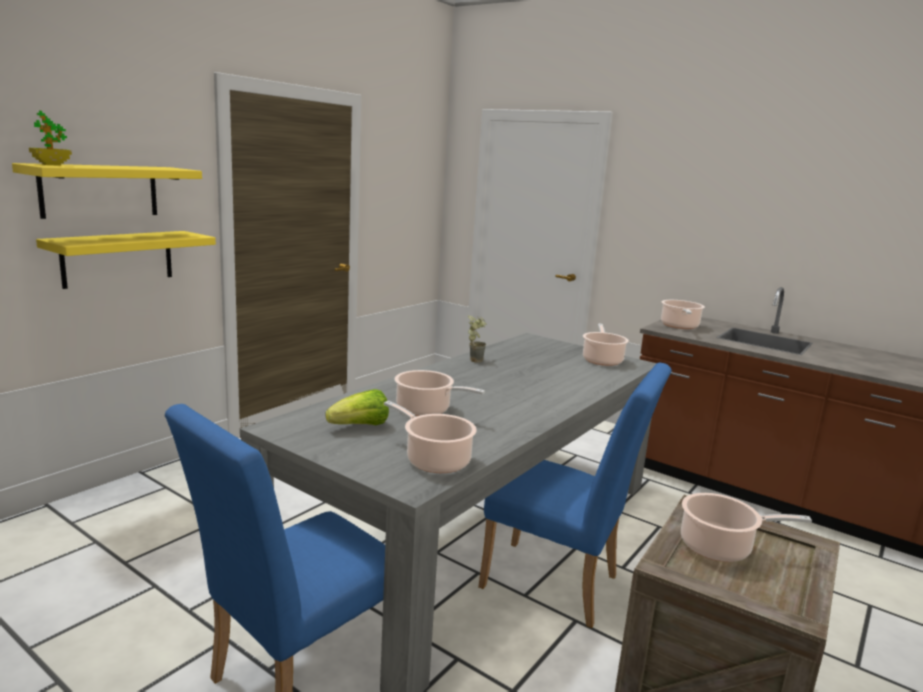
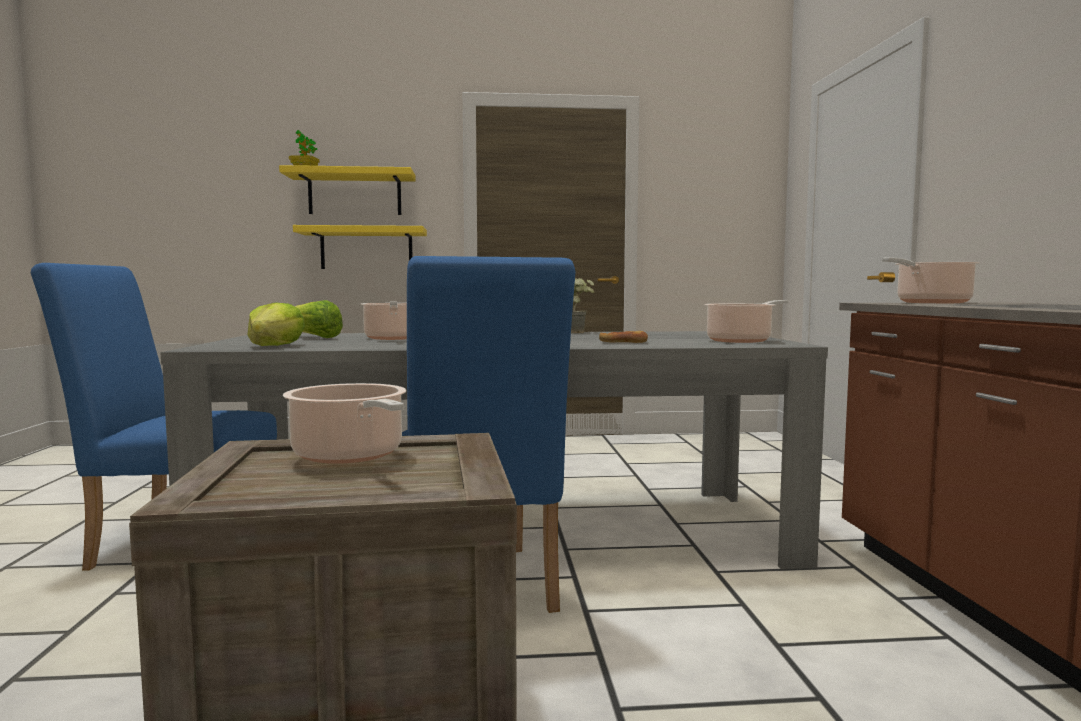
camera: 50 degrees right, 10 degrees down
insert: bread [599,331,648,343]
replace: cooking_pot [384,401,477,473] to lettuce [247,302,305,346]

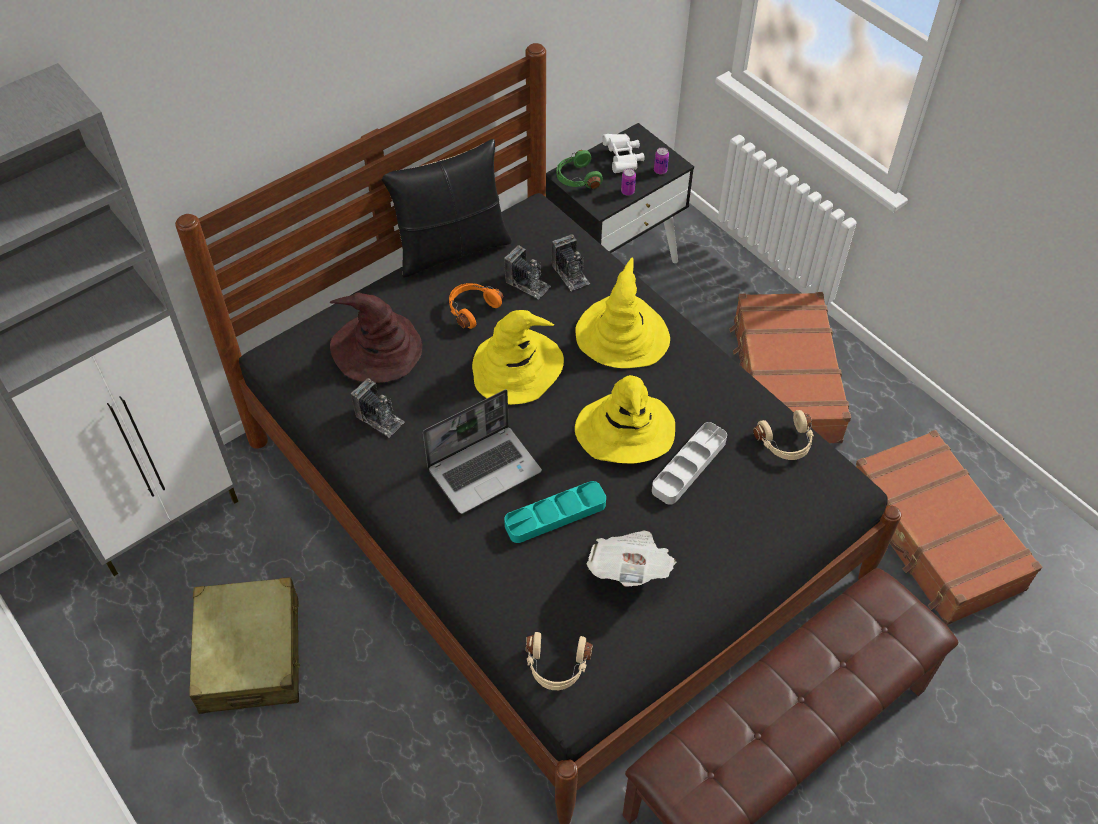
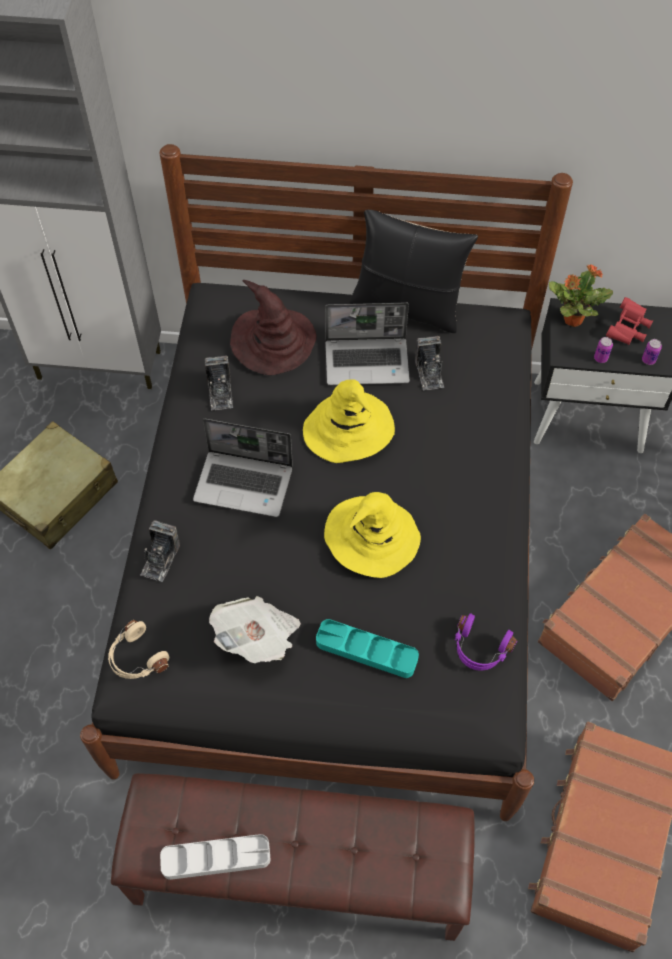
camera: 45 degrees right, 5 degrees up
delete: yellow_hat [576,258,670,368]
move: turquoise_tray [504,481,606,543] to [316,619,419,678]; photo_camera [552,234,590,291] to [140,520,180,582]; grey_tray [652,422,727,505] to [160,834,270,880]
replace: orange_headphones [449,283,503,329] to laptop [325,302,410,385]; green_headphones [557,150,603,189] to potted_plant [549,265,613,327]
recolor: white_binoculars [602,134,645,173] to red_binoculars [606,297,653,345]; beige_headphones [753,410,814,460] to purple_headphones [455,613,517,671]

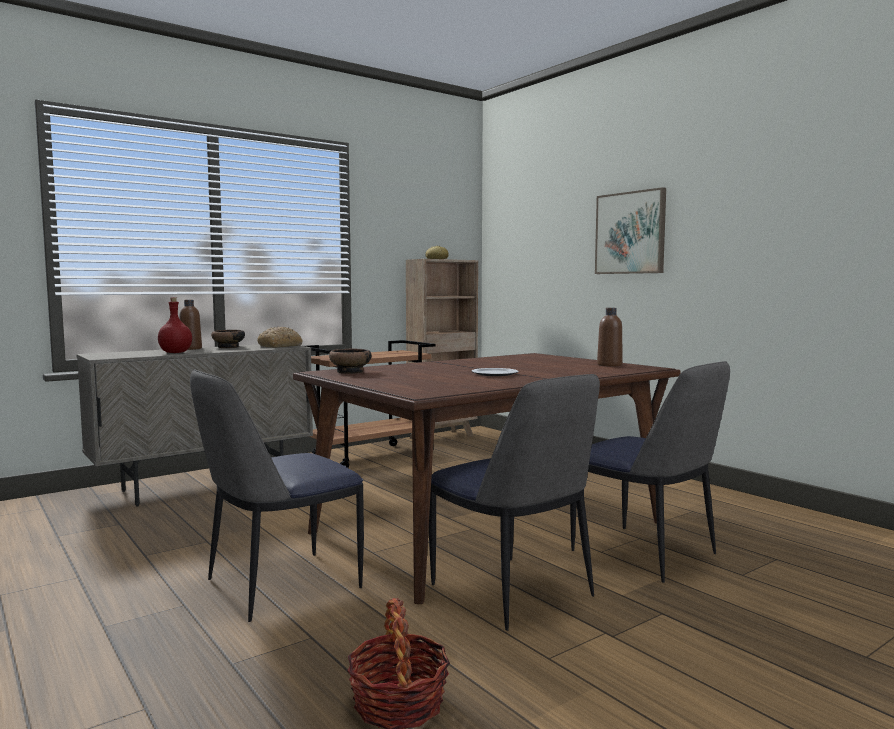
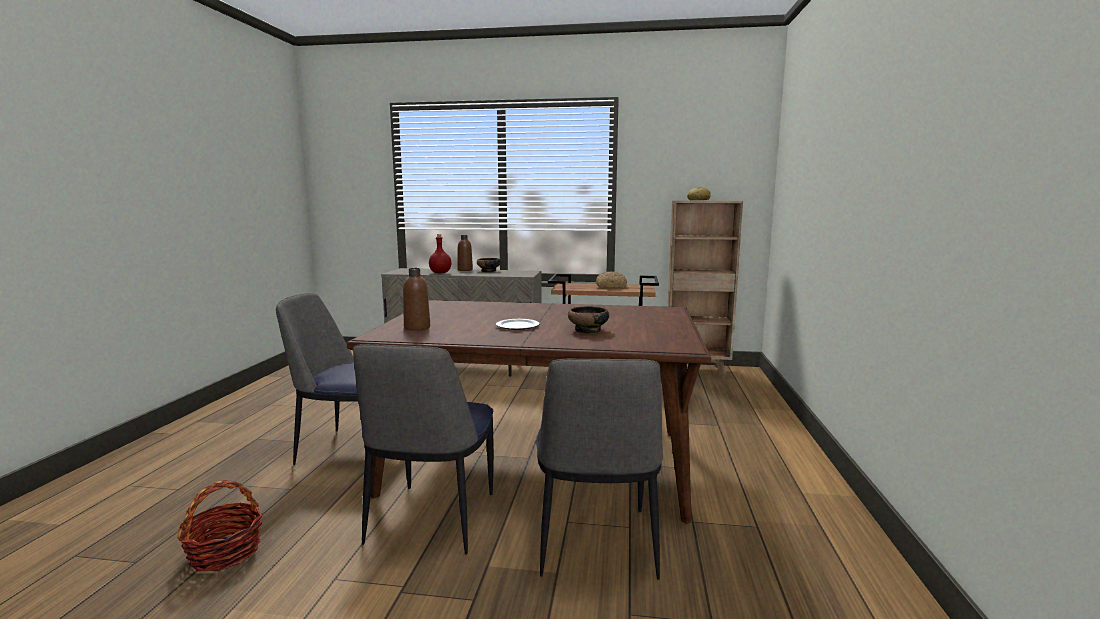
camera: 45 degrees right, 5 degrees up
delete: picture [595,187,666,274]
move: bread [257,327,303,348] to [596,271,627,288]; bowl [329,349,371,374] to [568,306,609,334]; brown_bottle [597,308,623,367] to [403,268,430,331]

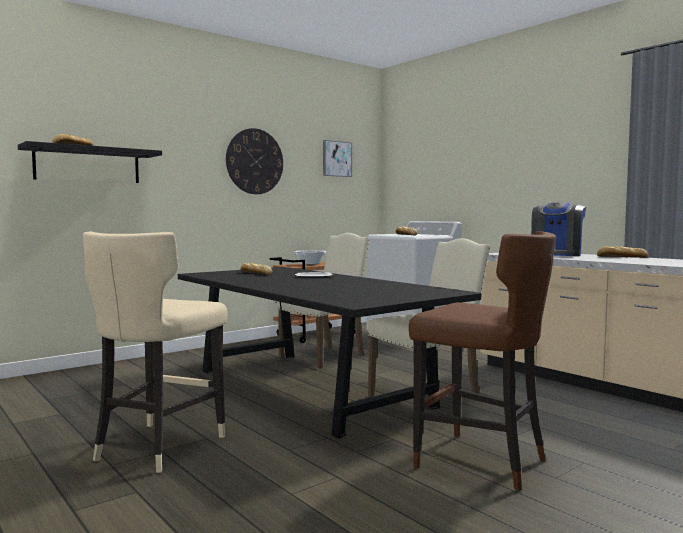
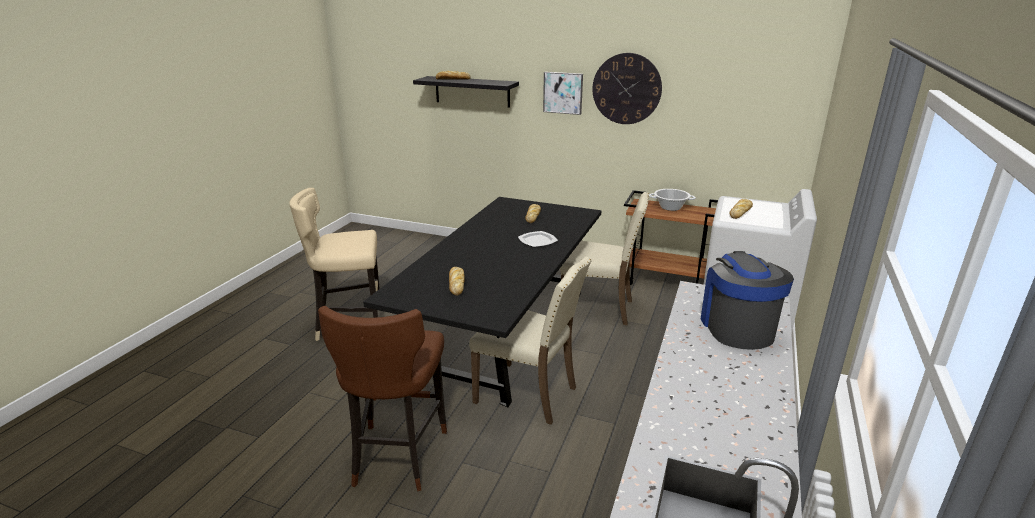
camera: 60 degrees right, 20 degrees up
move: picture [323,140,352,177] to [543,72,583,115]; bread [597,246,648,258] to [449,267,465,295]
rotate: coffee_machine [531,201,586,256] = [701,251,794,350] 90 degrees clockwise

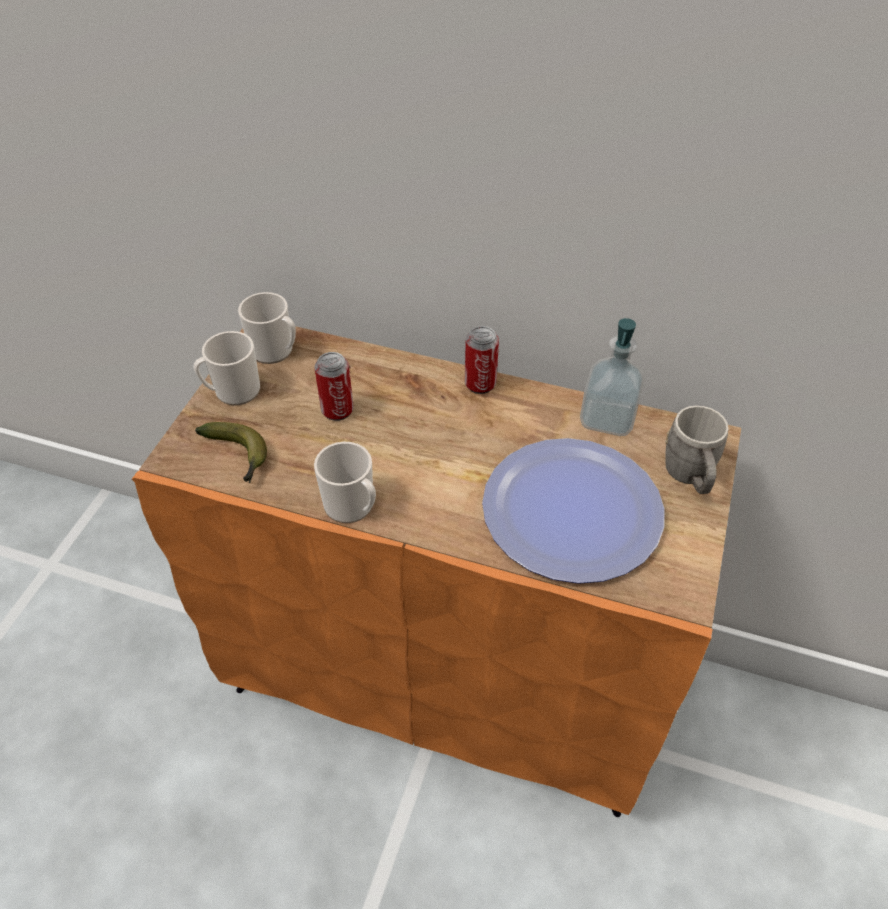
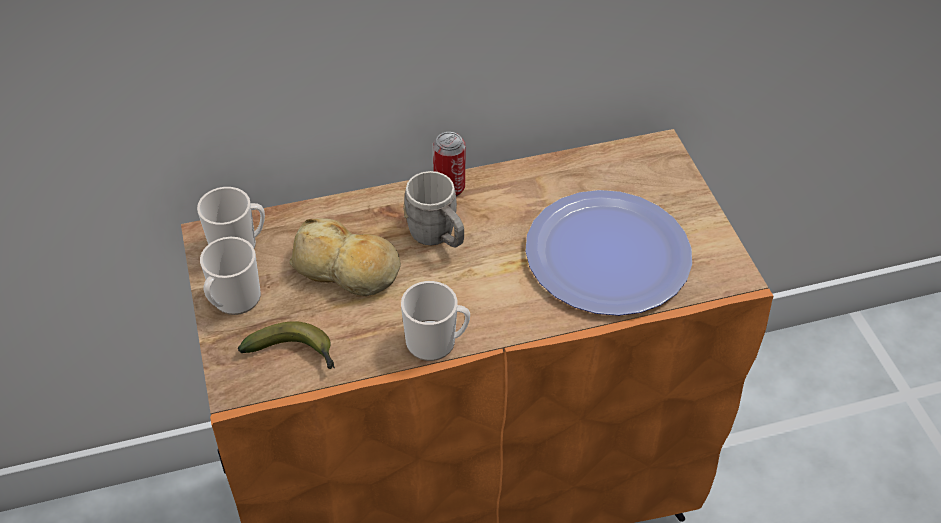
camera: 35 degrees left, 0 degrees up
delete: soap_dispenser [580,318,645,436]
move: grey_mug [665,405,728,494] to [403,171,464,248]
replace: can [315,352,353,421] to bread [289,218,401,296]

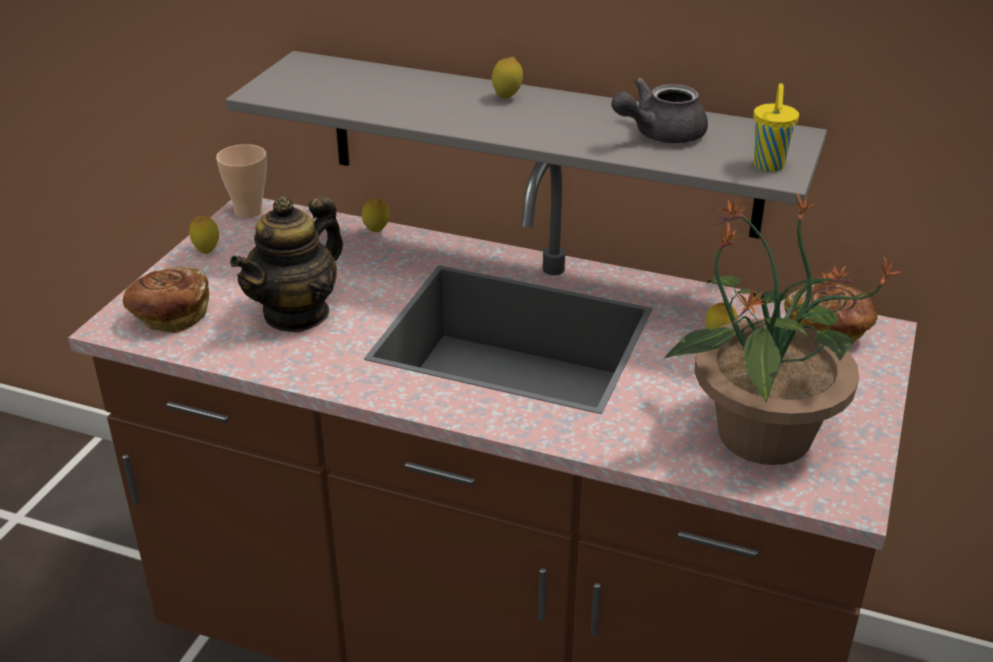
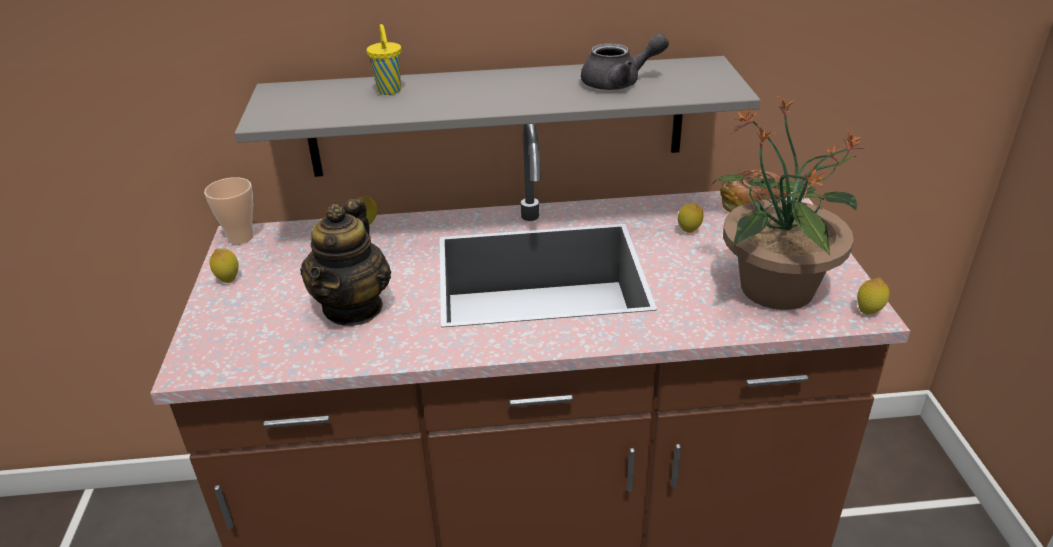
camera: 25 degrees left, 0 degrees up
delete: bread [122,267,209,333]
move: lemon [492,57,523,98] to [857,278,890,314]; yellow_cup [754,83,799,172] to [367,24,401,95]
rotate: grey_teapot [611,78,708,143] = [581,33,669,90] 135 degrees counterclockwise

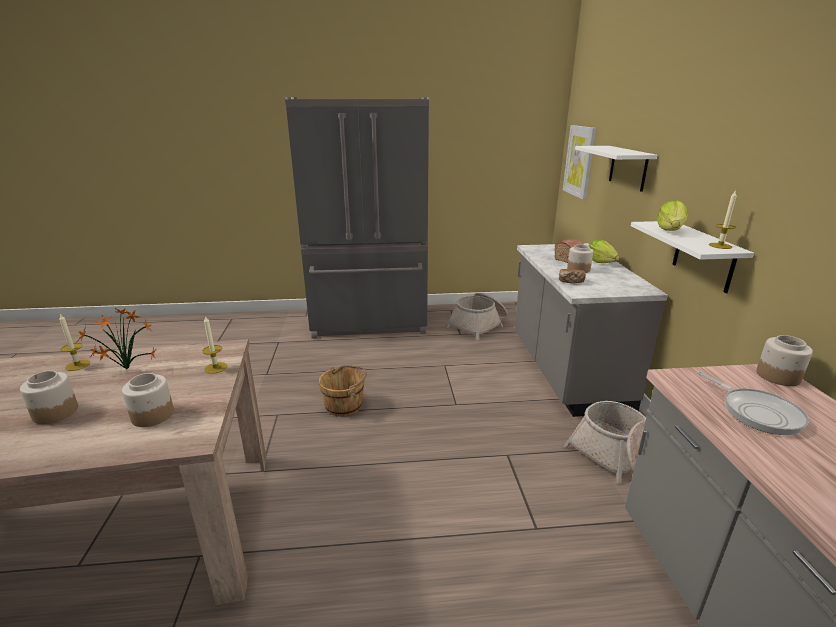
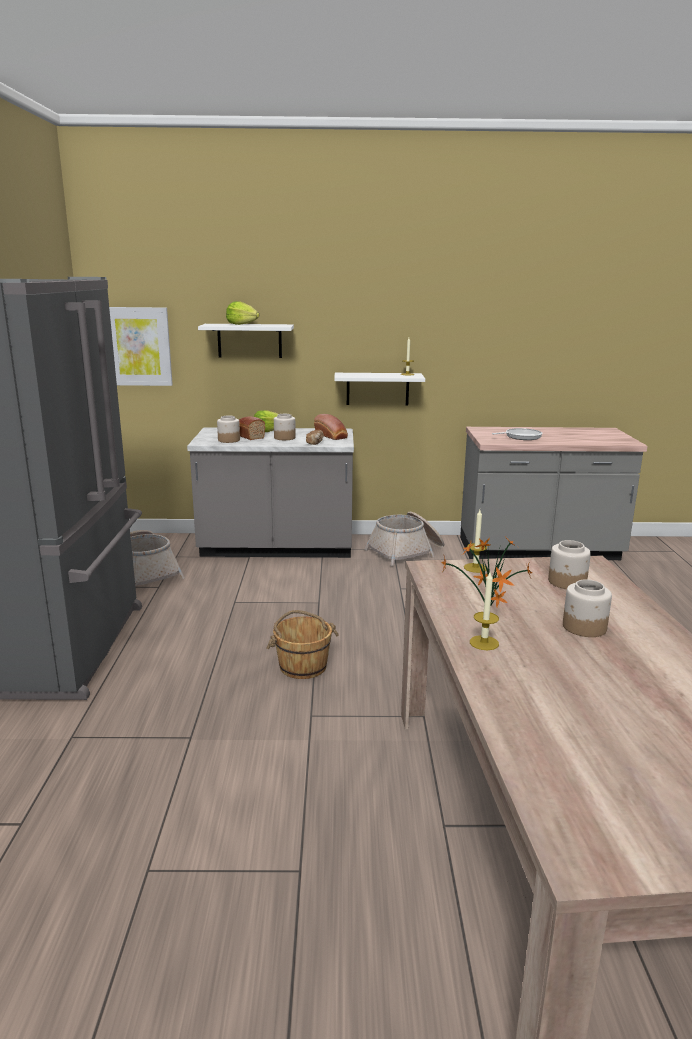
camera: 85 degrees left, 5 degrees down
insert: bread [314,414,348,440]
move: lettuce [656,200,688,231] to [226,301,259,325]; jar [756,335,813,386] to [217,416,240,443]

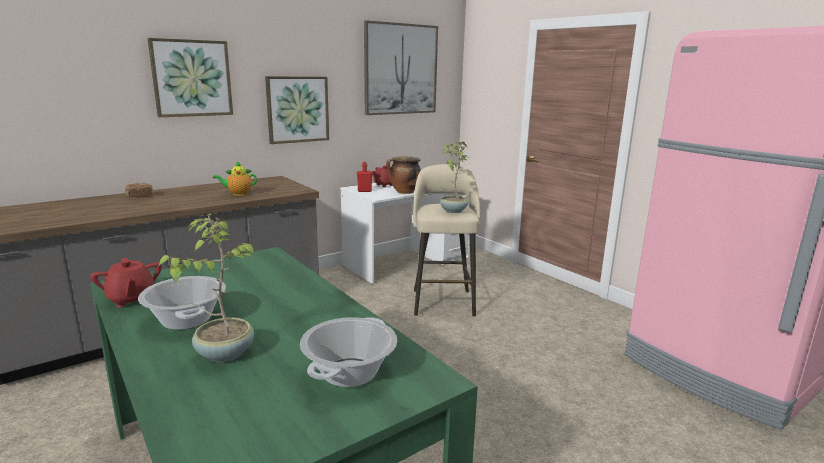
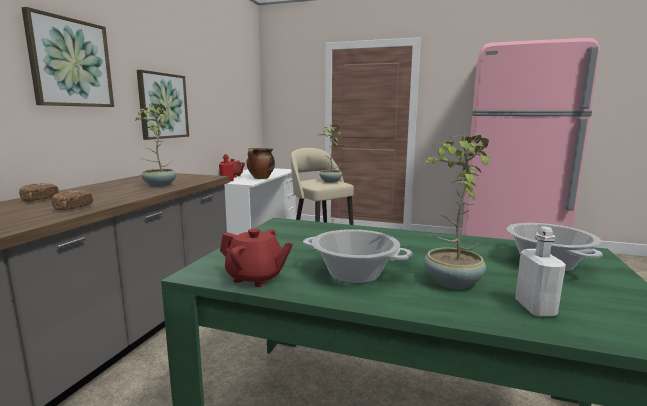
camera: 35 degrees left, 5 degrees down
delete: picture [364,20,438,115]
insert: bread [52,190,93,210]; white_bottle [515,227,566,317]
replace: teapot [213,161,257,196] to potted_plant [135,104,176,187]

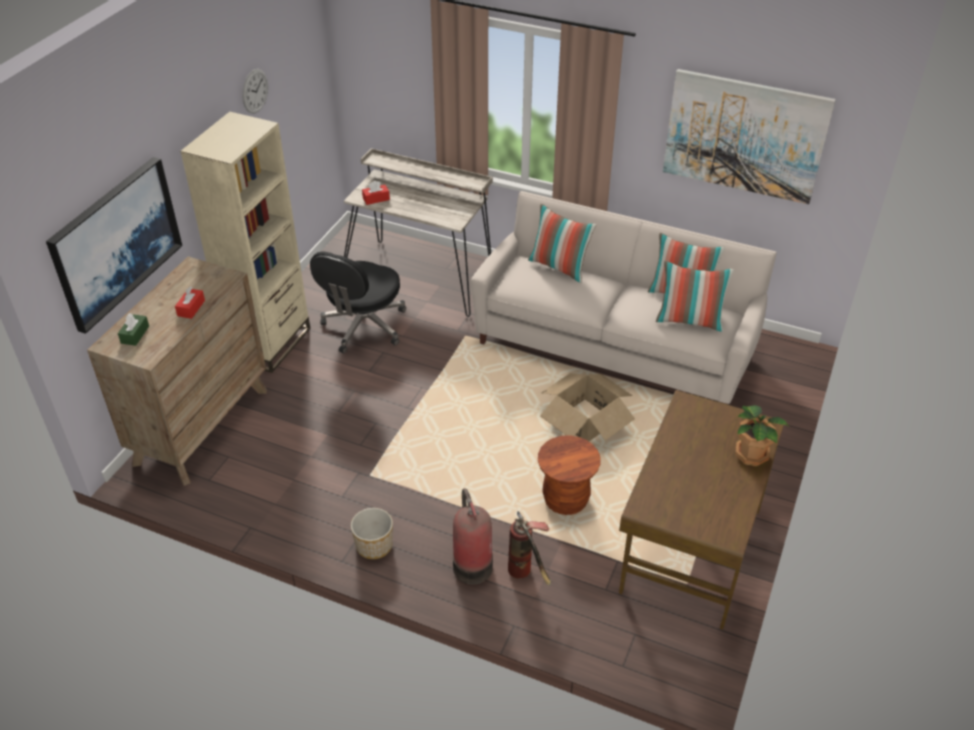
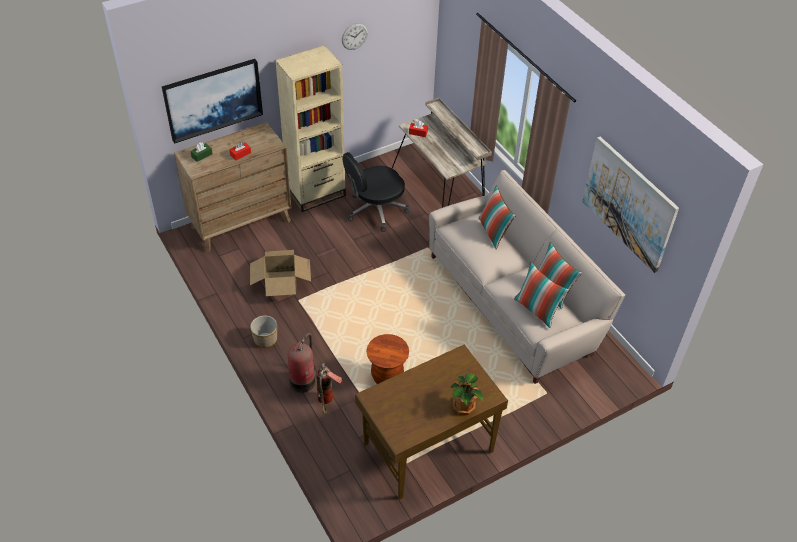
camera: 35 degrees right, 5 degrees up
move: cardboard_box [540,373,635,441] to [250,250,311,296]

